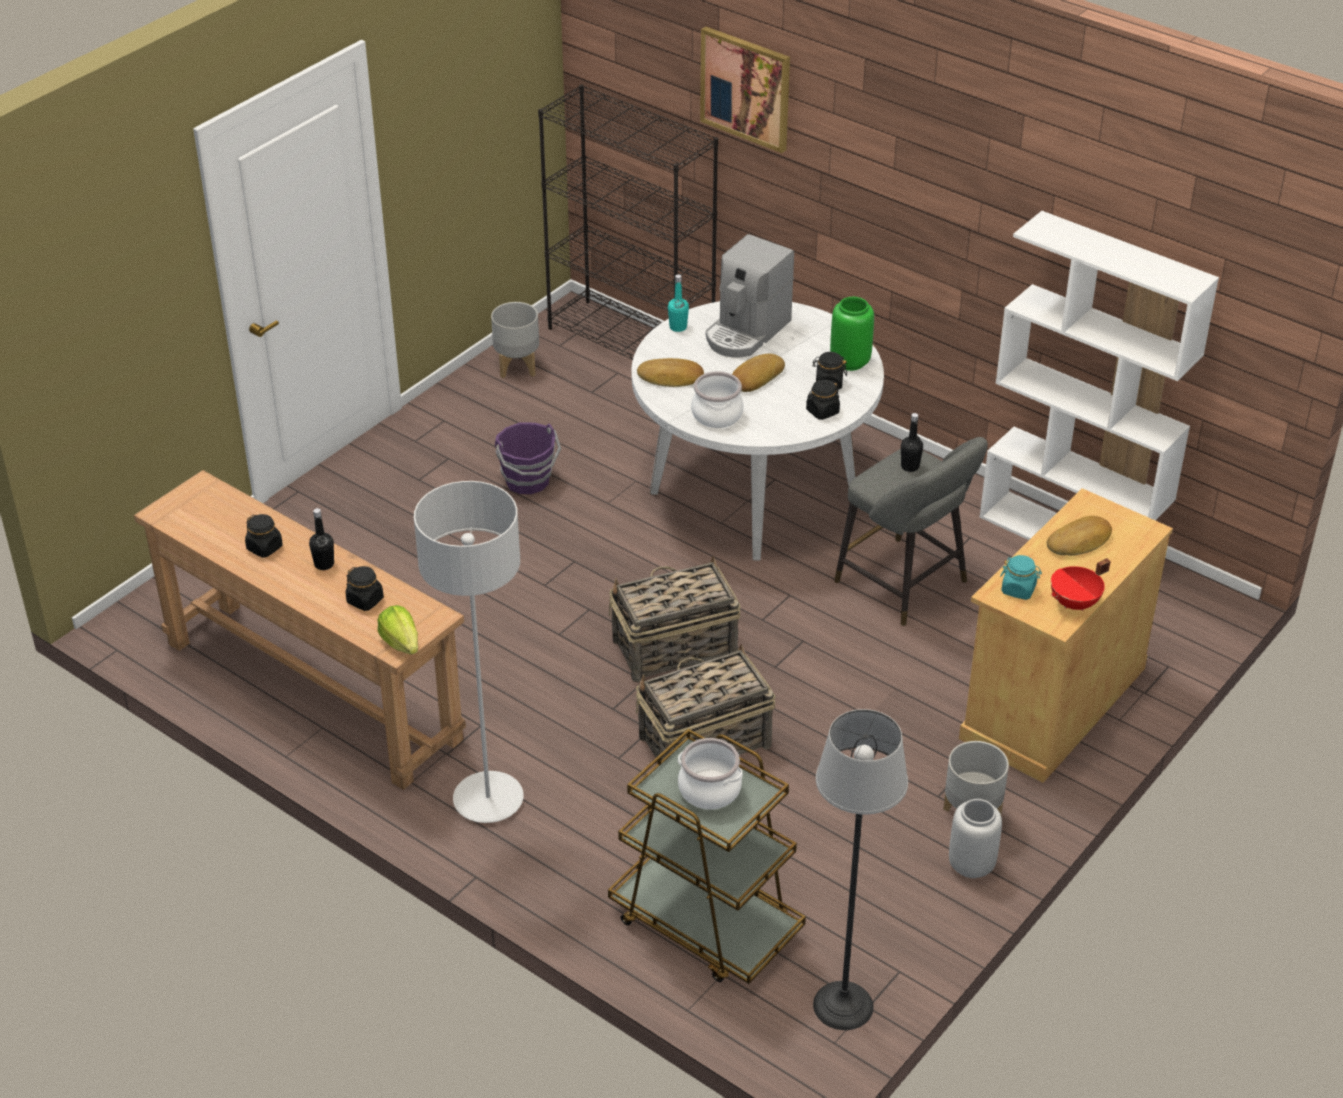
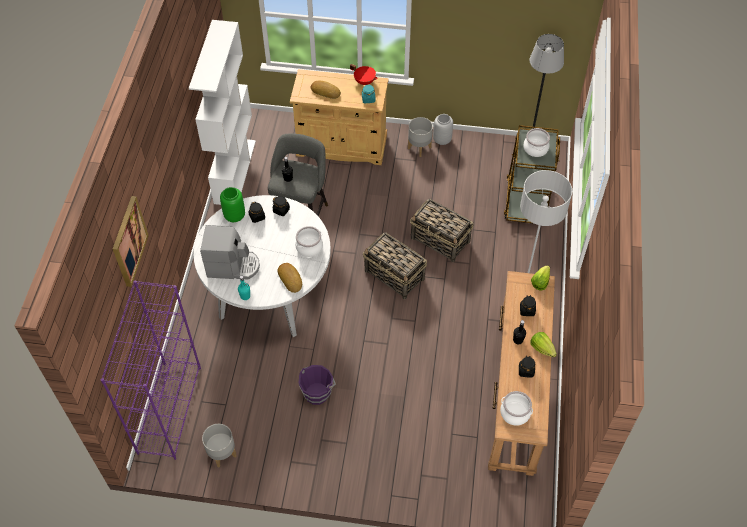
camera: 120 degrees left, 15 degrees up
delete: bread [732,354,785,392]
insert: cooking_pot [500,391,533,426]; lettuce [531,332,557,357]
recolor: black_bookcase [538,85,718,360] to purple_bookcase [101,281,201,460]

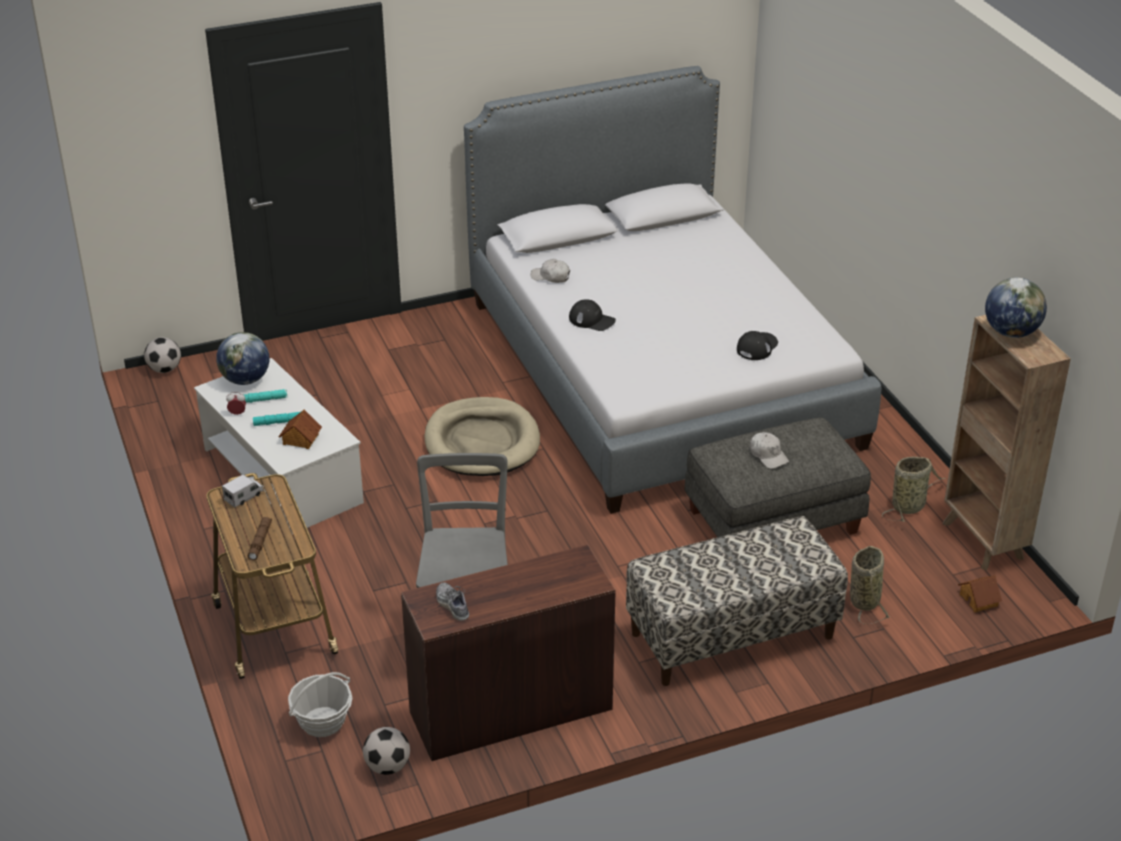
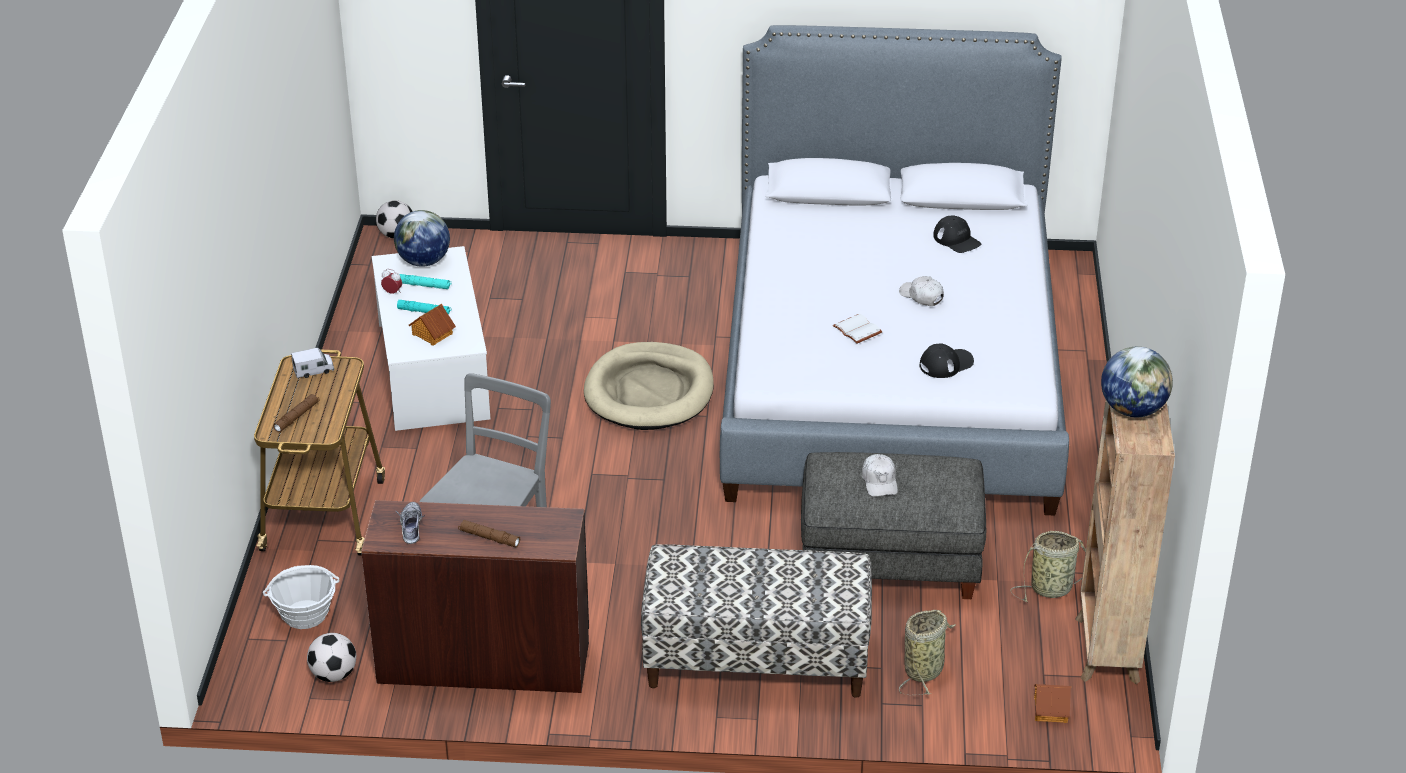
camera: 25 degrees right, 0 degrees up
insert: brown_flashlight [458,520,520,548]; white_book [833,314,883,344]
move: white_cap [531,259,570,283] to [899,276,944,306]; black_cap [569,299,616,331] to [933,216,981,253]

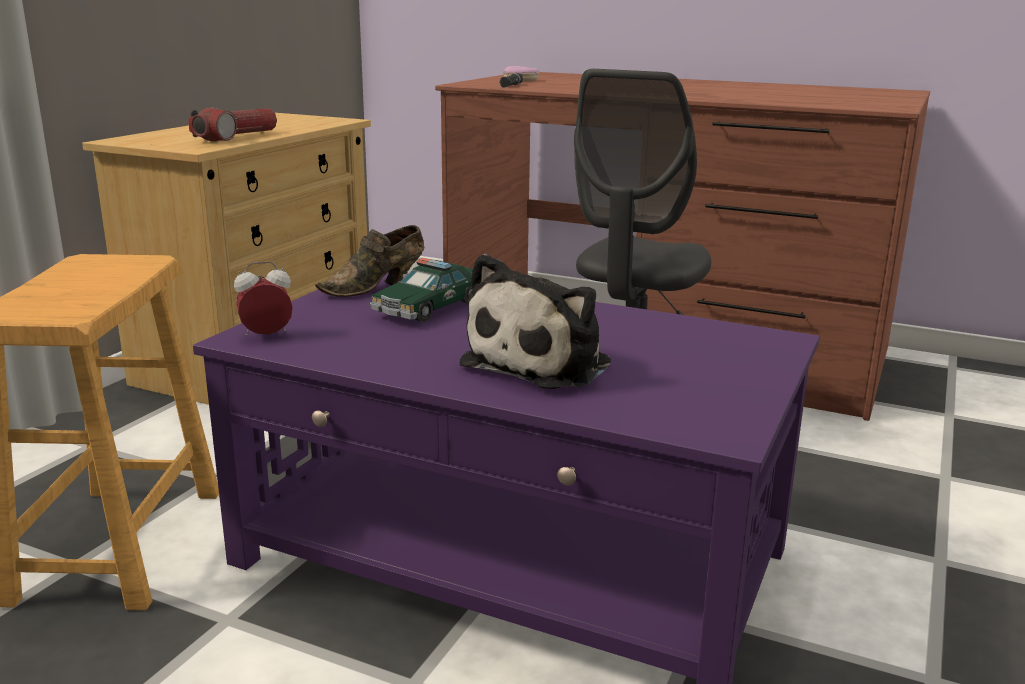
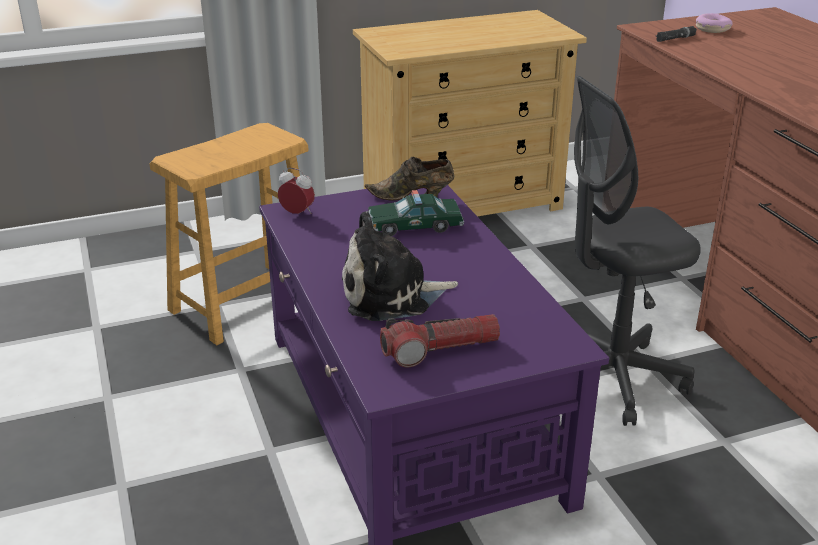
camera: 45 degrees right, 10 degrees up
move: flashlight [188,108,277,142] to [380,314,500,367]

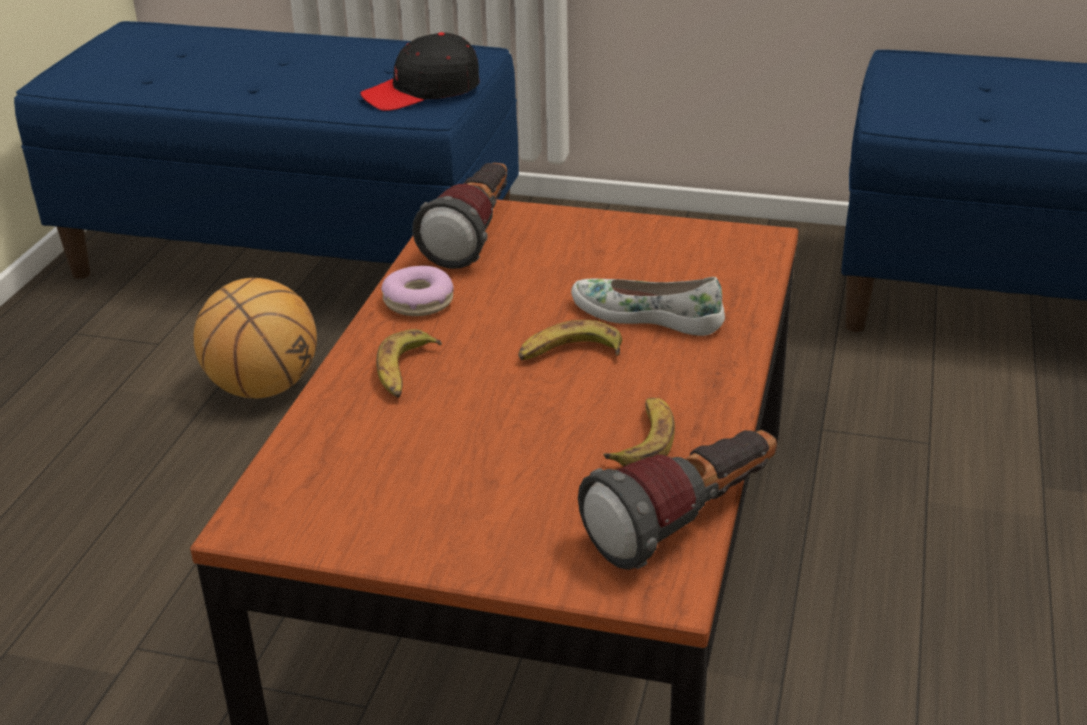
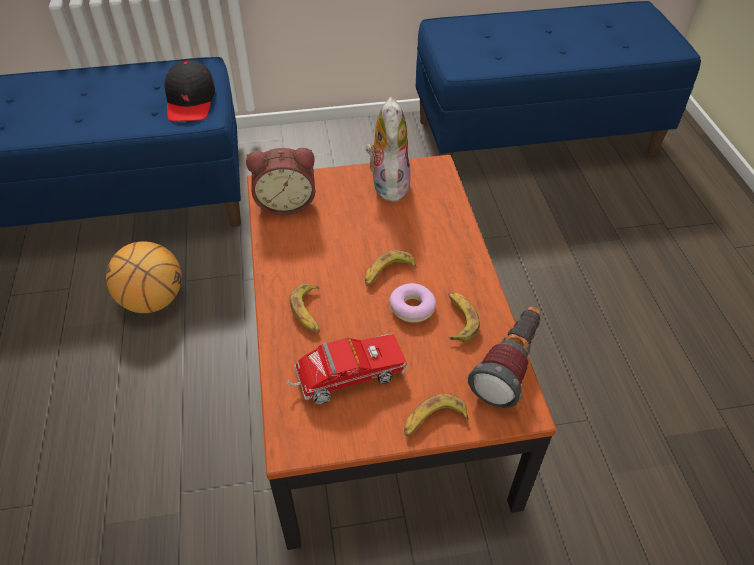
camera: 25 degrees left, 15 degrees up
delete: white_shoe [571,277,725,336]
insert: toy_truck [287,334,407,404]; plush_toy [366,97,411,202]; banana [404,393,469,436]
move: donut [381,266,454,316] to [389,283,436,323]
replace: flashlight [412,163,507,269] to alarm_clock [246,148,315,215]
rotate: black_cap [360,32,480,111] = [164,60,215,121] 45 degrees counterclockwise

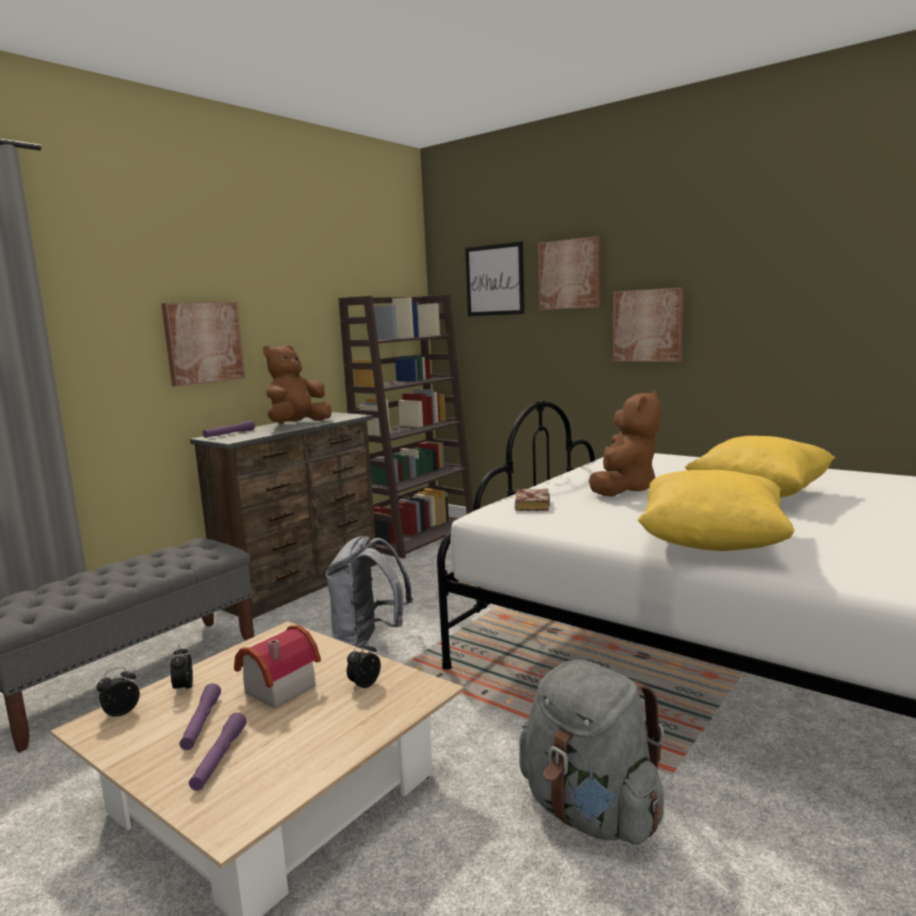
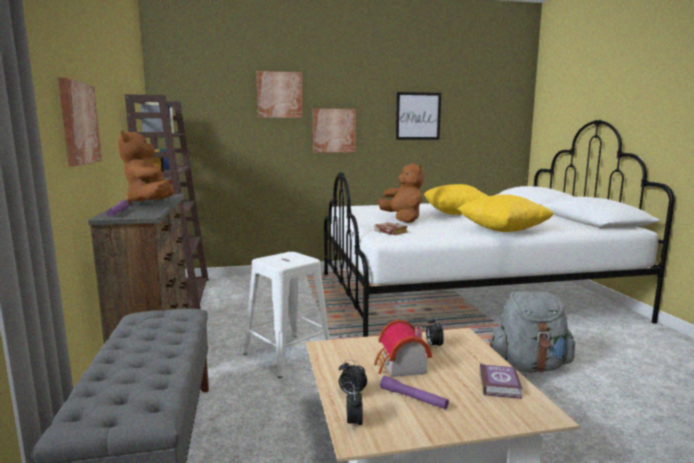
camera: 50 degrees left, 0 degrees up
delete: purple_flashlight [189,712,247,791]
insert: book [479,363,522,399]
move: picture [465,242,525,316] to [396,92,441,140]
replace: grey_backpack [325,536,413,648] to white_stool [243,252,329,378]

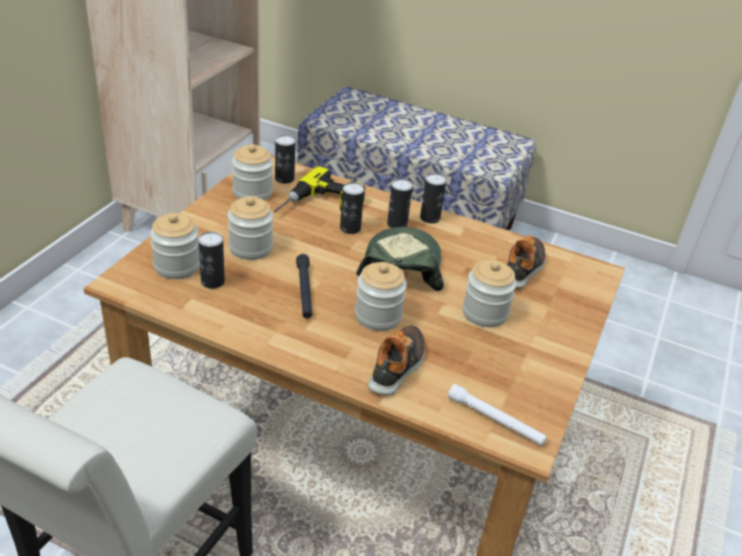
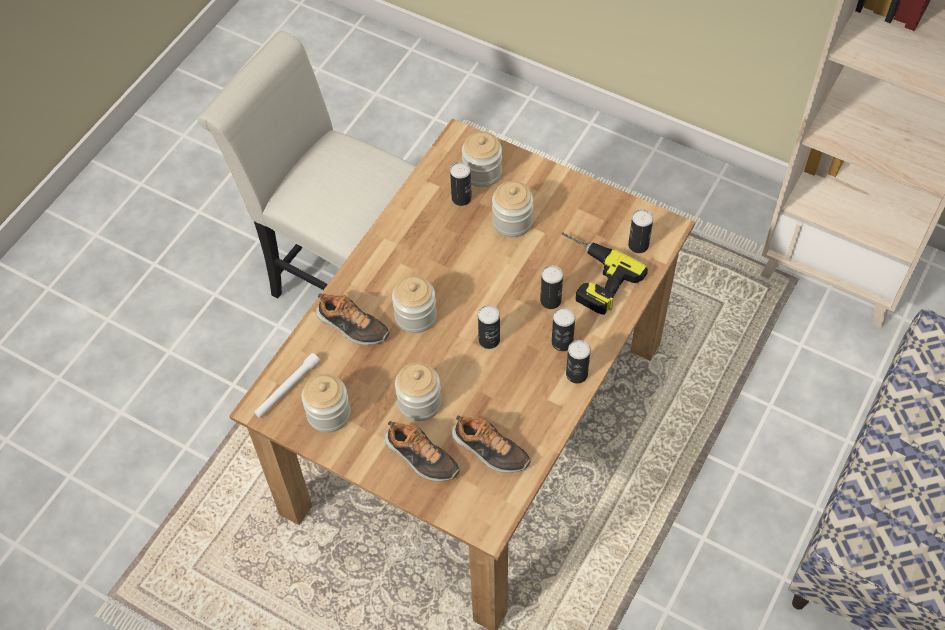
camera: 100 degrees right, 20 degrees up
delete: black_flashlight [296,254,312,318]
insert: shoe [385,421,460,481]
move: jar [232,144,273,200] to [302,373,351,433]
replace: cap [356,227,444,291] to can [478,305,500,349]

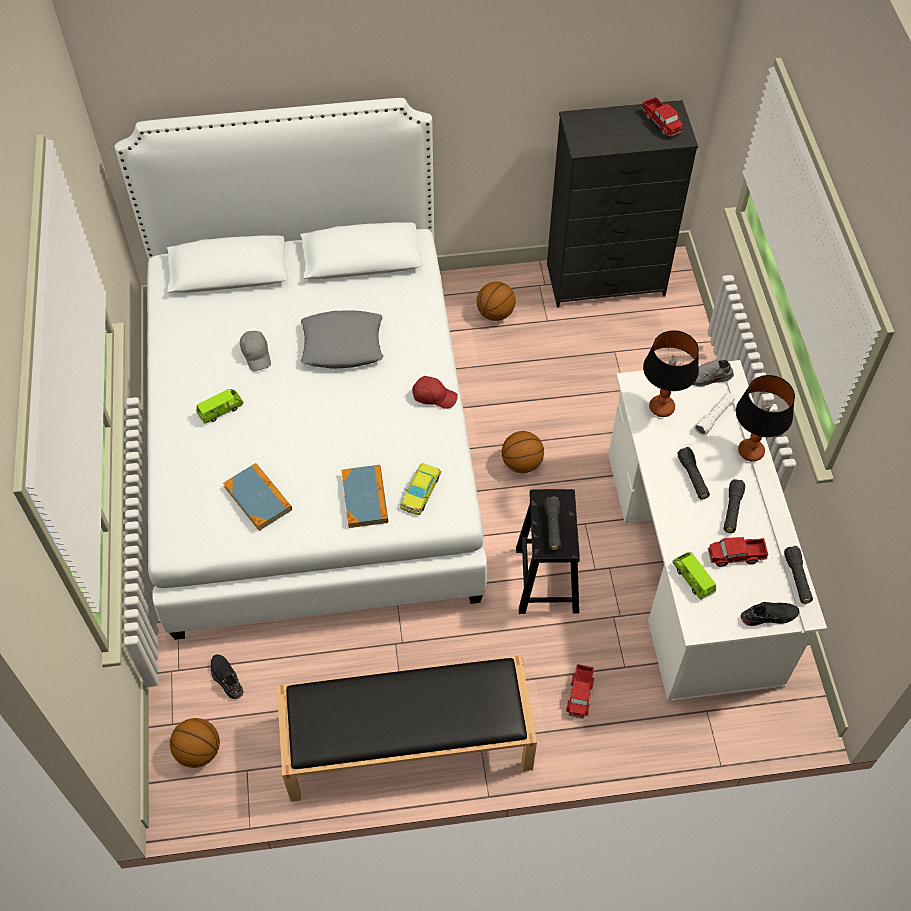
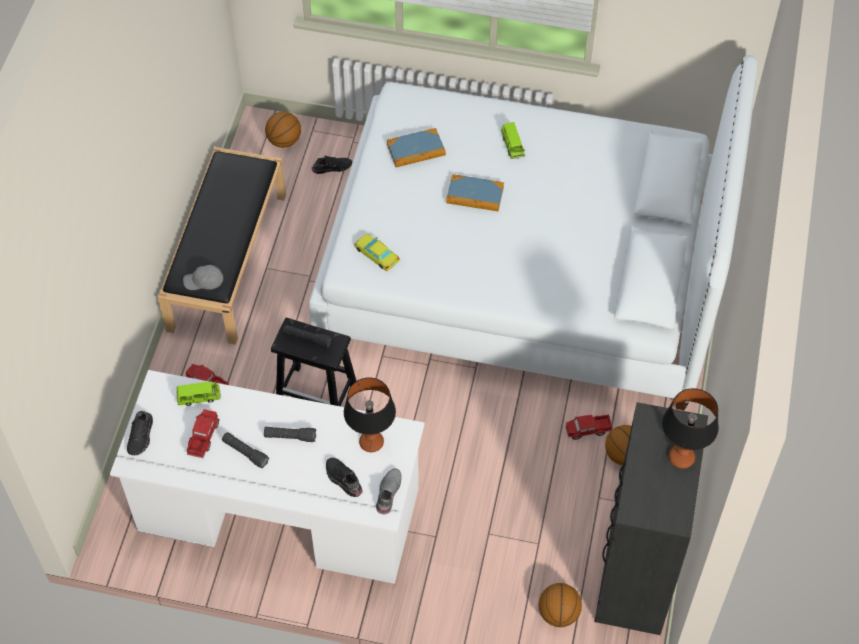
camera: 110 degrees right, 0 degrees up
delete: grey_pillow [301,310,383,369]; red_cap [412,376,458,409]; black_flashlight [784,546,813,604]
move: grey_cap [240,331,271,372] to [183,265,223,290]; book [342,465,388,528] to [446,174,504,211]; basketball [502,431,544,473] to [539,583,582,627]; toy_truck [641,97,683,137] to [565,414,612,440]; table_lamp [736,375,795,462] to [662,388,719,469]
replace: white_flashlight [694,393,735,436] to black_shoe [326,458,363,497]

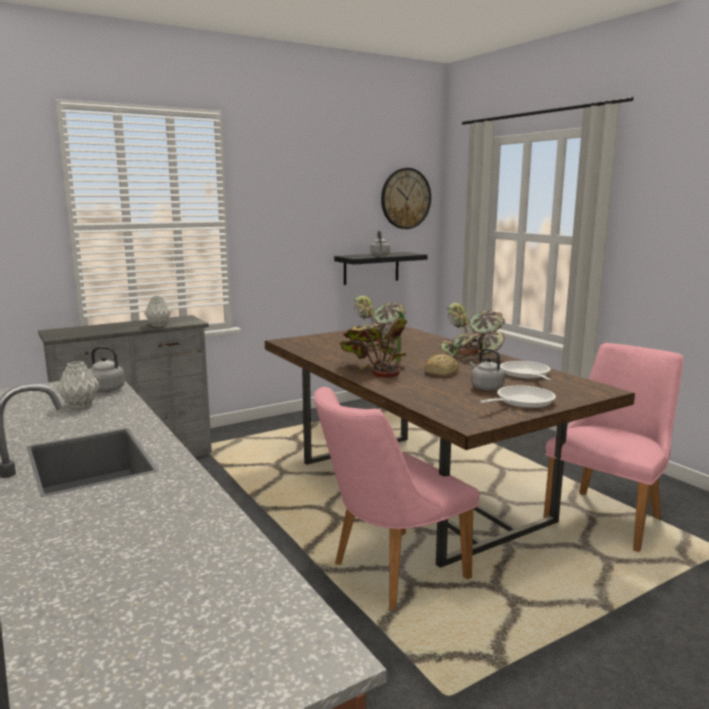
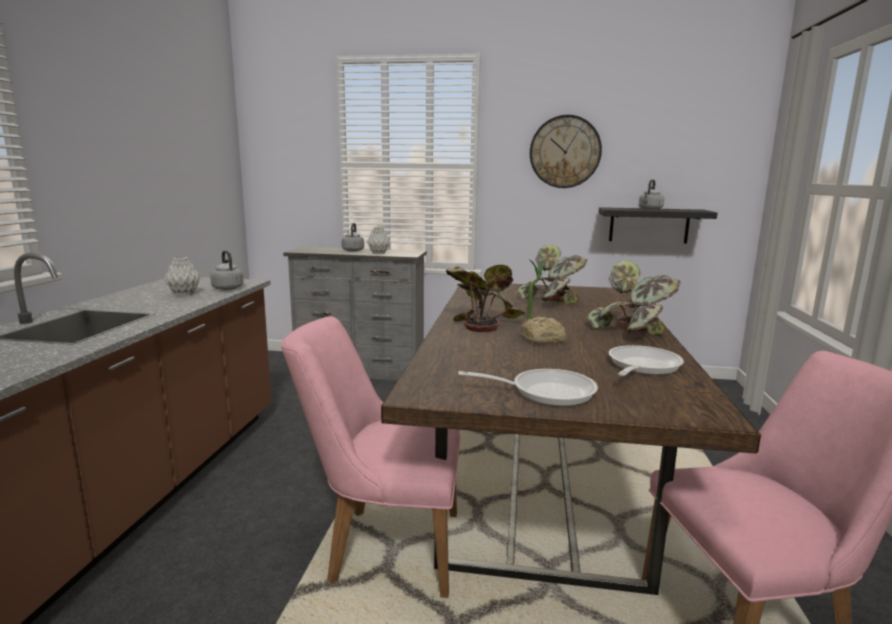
camera: 40 degrees right, 0 degrees up
move: wall_clock [381,168,431,229] to [530,115,602,188]; grey_kettle [470,348,505,391] to [342,223,364,252]

